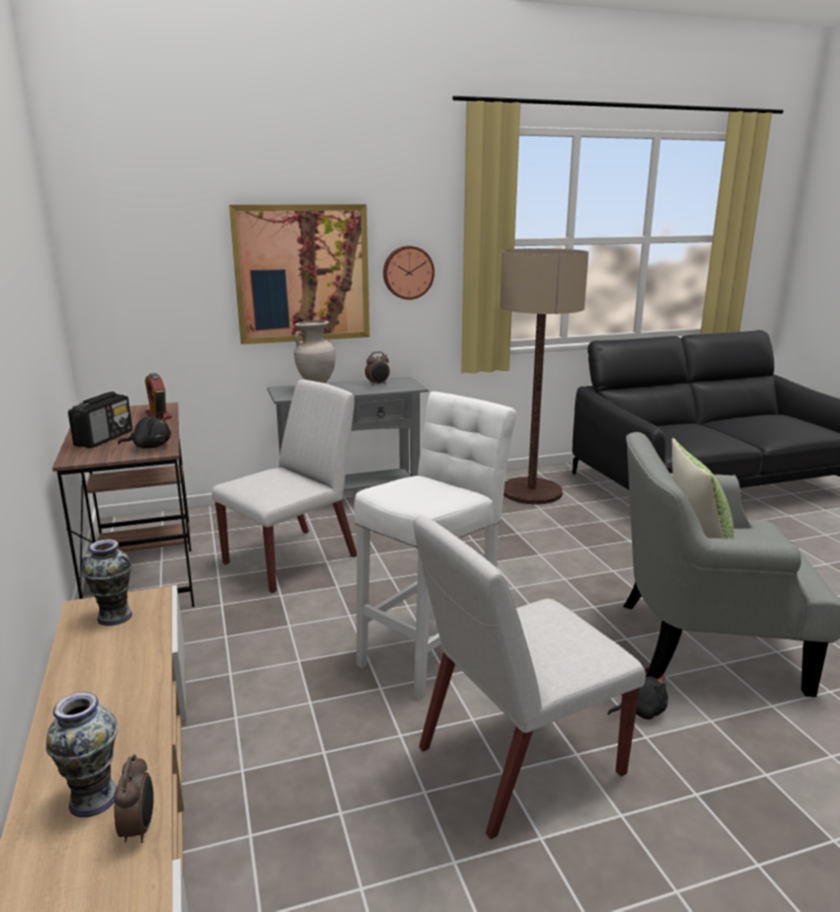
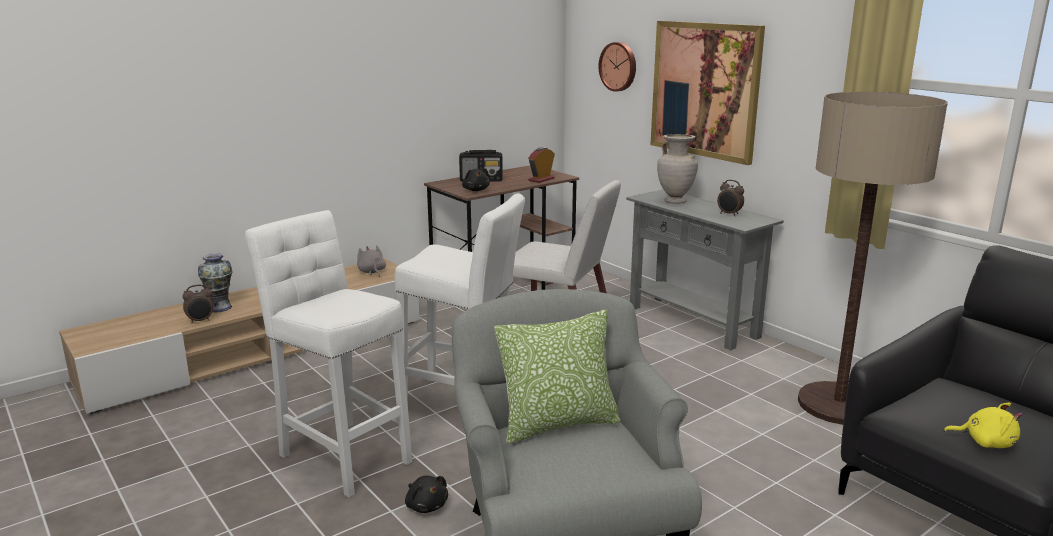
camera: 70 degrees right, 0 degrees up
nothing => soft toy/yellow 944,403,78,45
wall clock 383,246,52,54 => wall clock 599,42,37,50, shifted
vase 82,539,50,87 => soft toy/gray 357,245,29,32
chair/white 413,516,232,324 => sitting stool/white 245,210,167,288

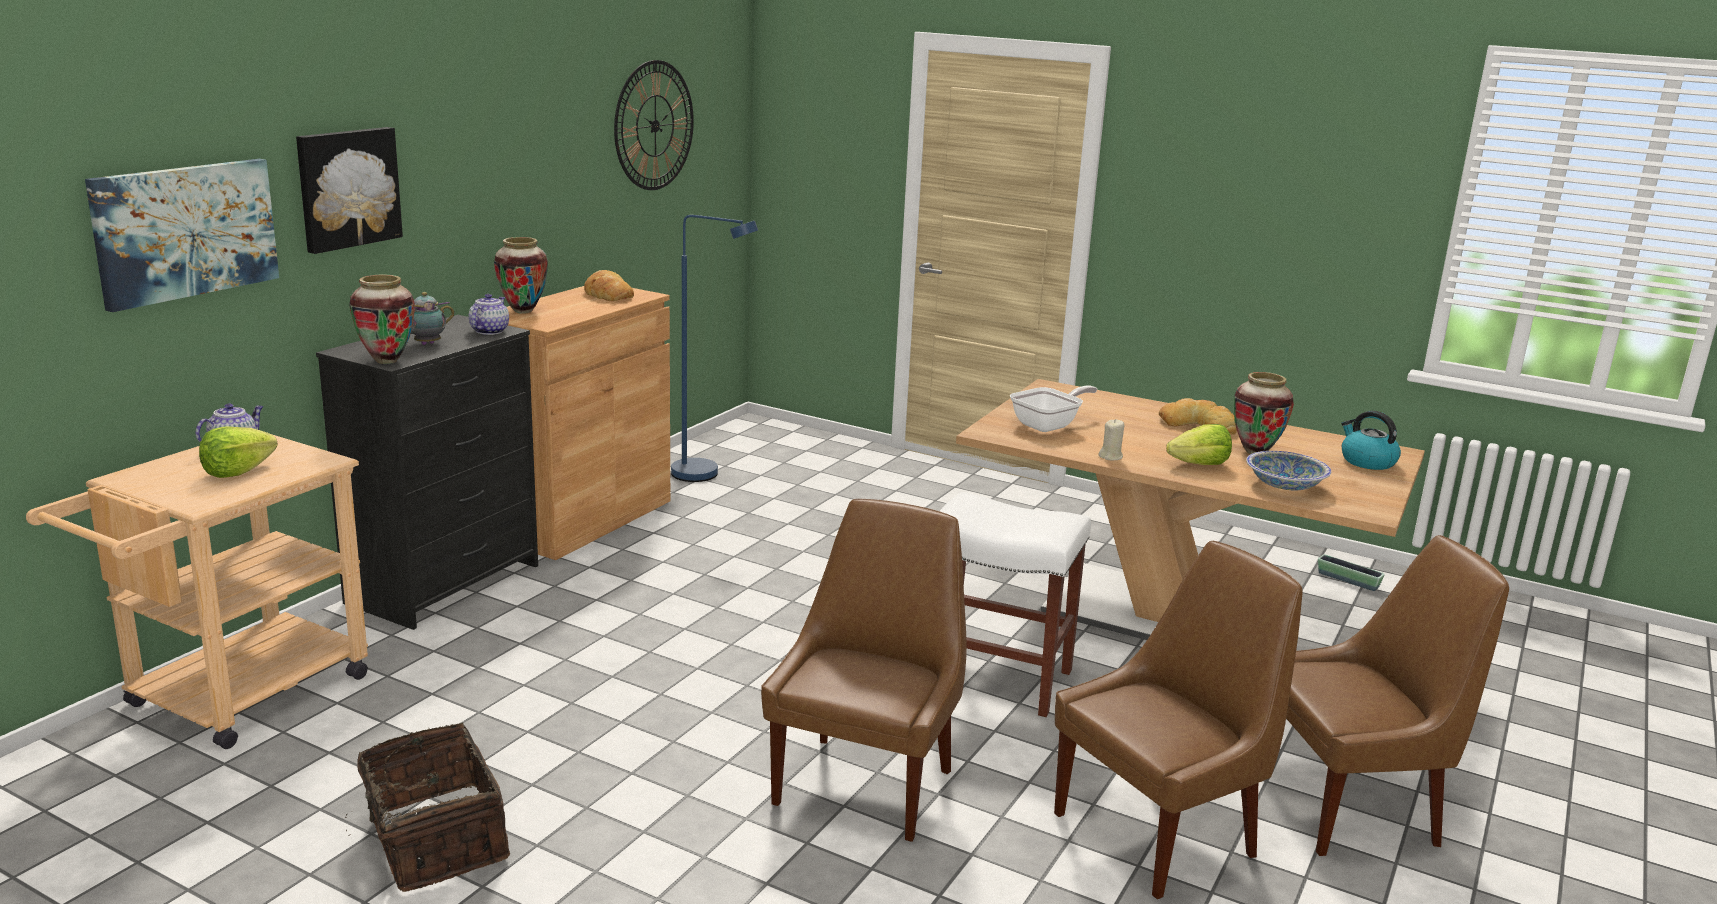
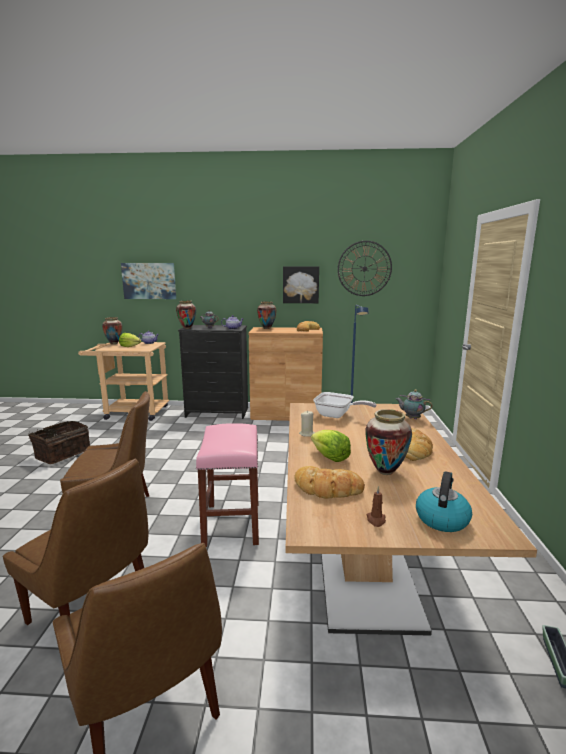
camera: 65 degrees right, 5 degrees down
nothing => vase 102,317,20,27
nothing => wax candle/brownish 366,486,20,41
nothing => teapot 396,389,37,30
wall picture 296,127,107,127 => wall picture 283,266,36,37, shifted
bowl 1246,451,85,39 => bakery bread 294,466,71,33
sitting stool/white 940,492,151,225 => sitting stool/pinkish 196,423,63,124

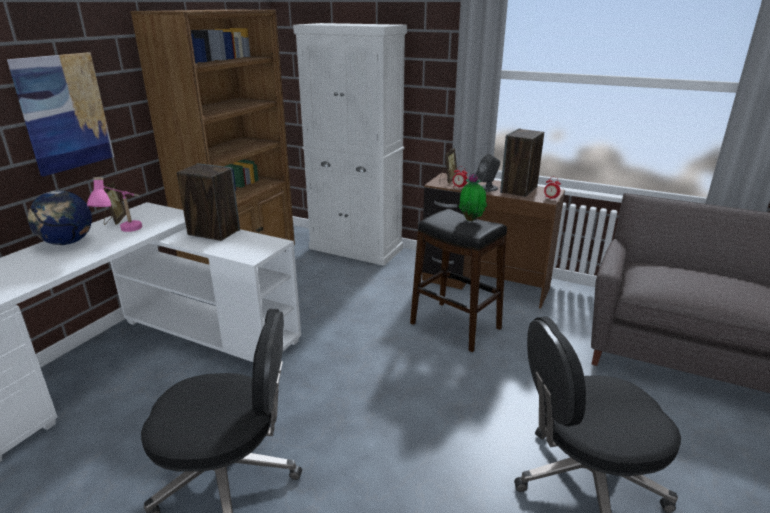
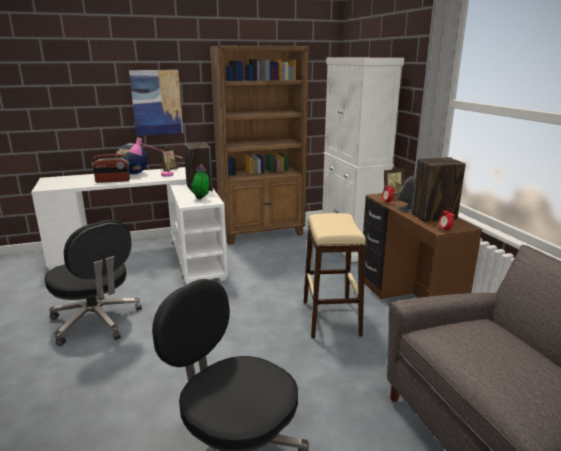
camera: 45 degrees right, 5 degrees down
nothing => radio 92,154,38,29
plant in a pot 459,173,28,48 => plant in a pot 191,164,18,36, shifted
sitting stool/blackish 410,209,97,143 => sitting stool/beige-coloured 304,213,62,125

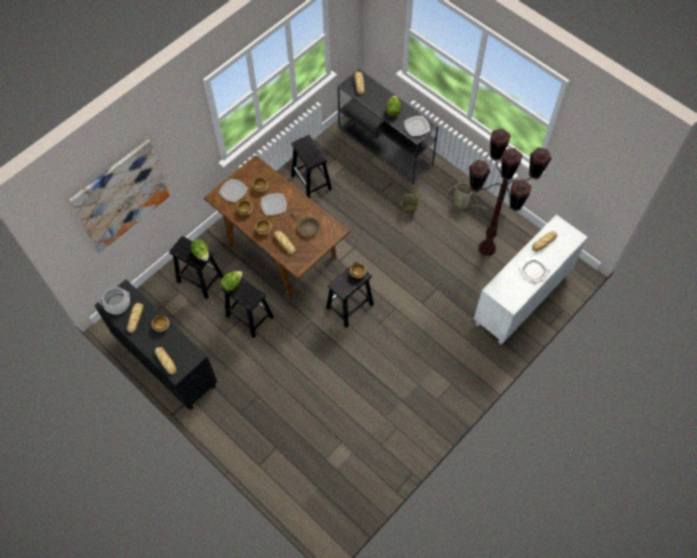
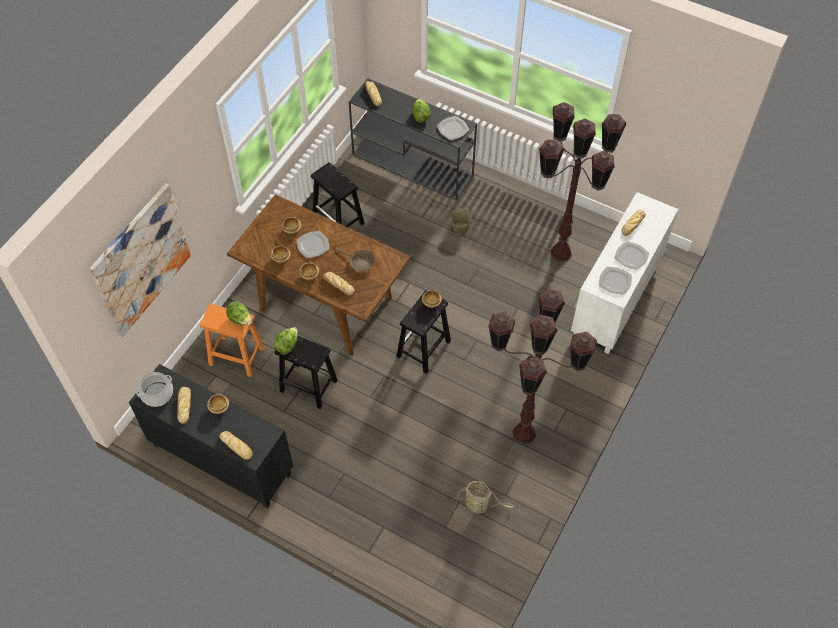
camera: 15 degrees left, 5 degrees down
nothing => standing lamp/brownish 488,288,109,156
flat dish 219,178,29,25 => flat dish 599,267,33,27, shifted
storage basket 443,183,43,26 => storage basket 452,481,62,32, shifted
sitting stool/blackish 169,236,55,63 => sitting stool/orangey 200,304,65,73

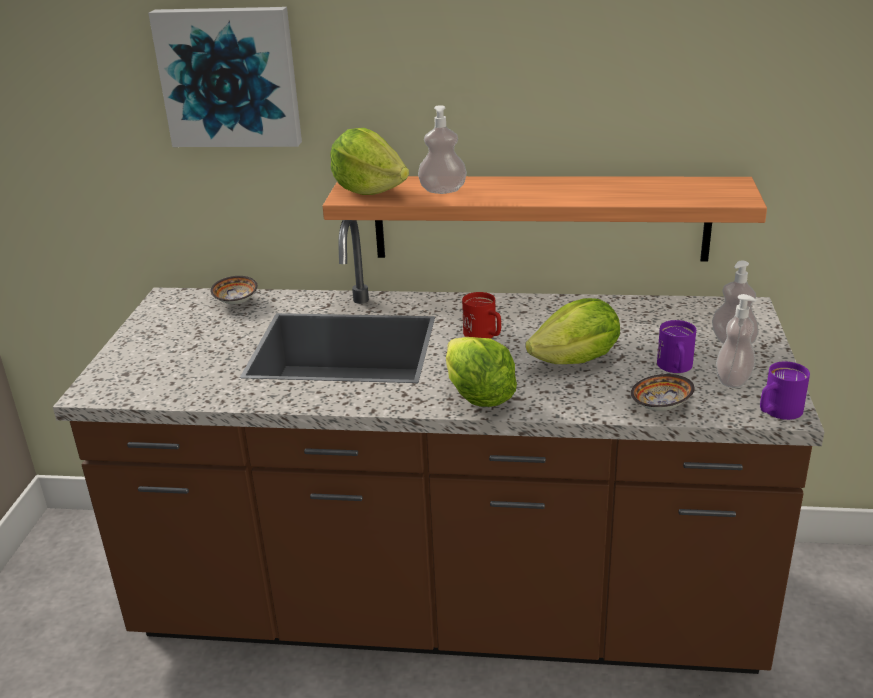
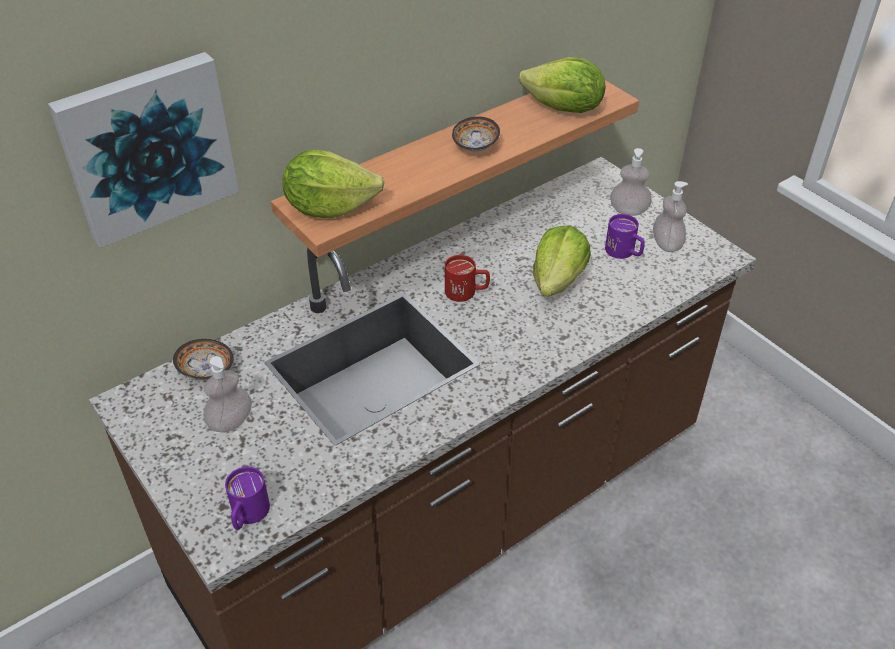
camera: 45 degrees left, 15 degrees up
soap bottle 418,105,49,89 => soap bottle 203,356,49,77, shifted
head of lettuce 446,337,71,70 => head of lettuce 519,57,87,56, shifted
bowl 631,374,64,37 => bowl 452,116,48,35, shifted
tea mug/purplish 760,361,50,59 => tea mug/purplish 225,467,45,63, shifted

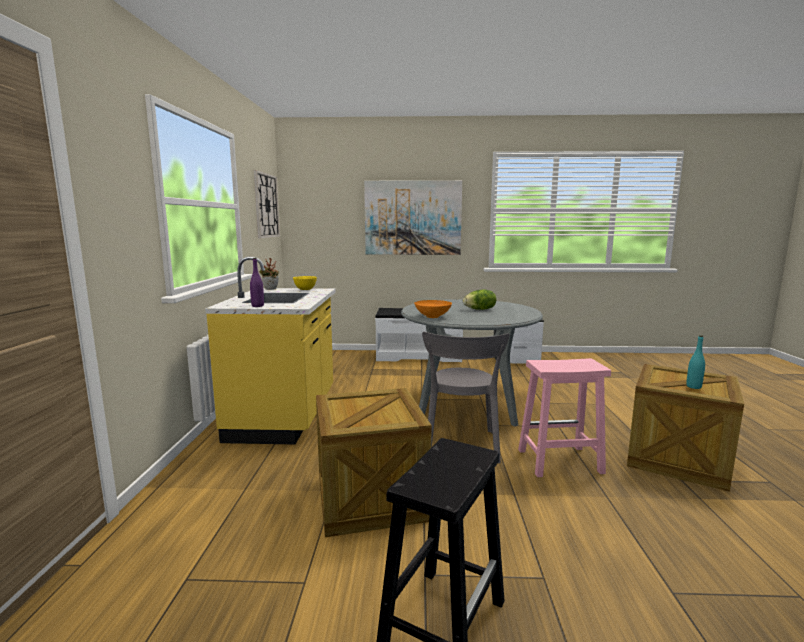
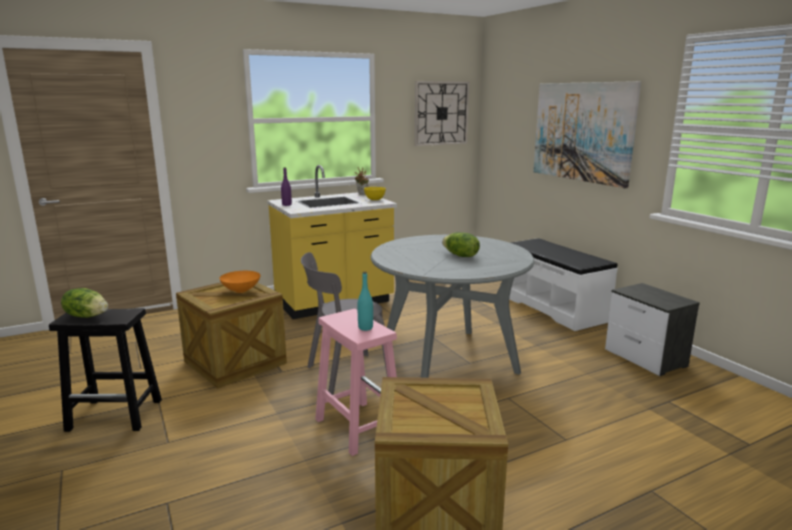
camera: 60 degrees right, 5 degrees up
nothing => head of lettuce 61,288,47,30
bowl/orangey 414,300,38,18 => bowl/orangey 219,271,42,22, shifted
beverage bottle/blue-green 686,335,19,54 => beverage bottle/blue-green 357,272,16,59, shifted

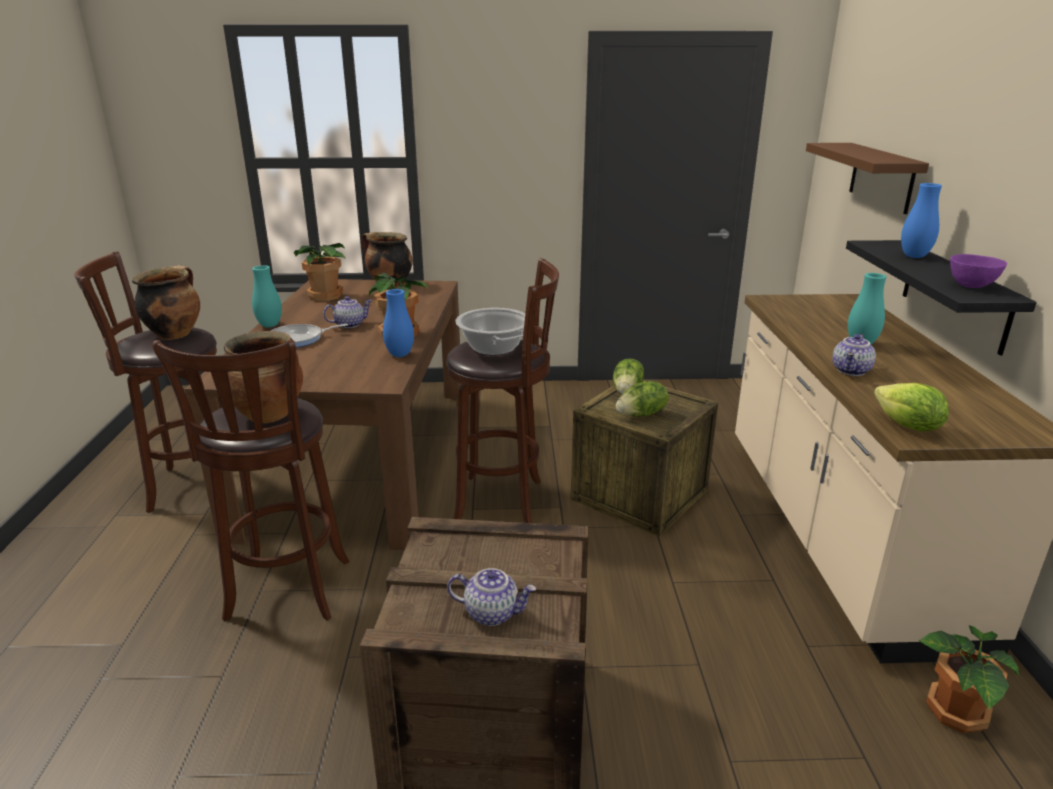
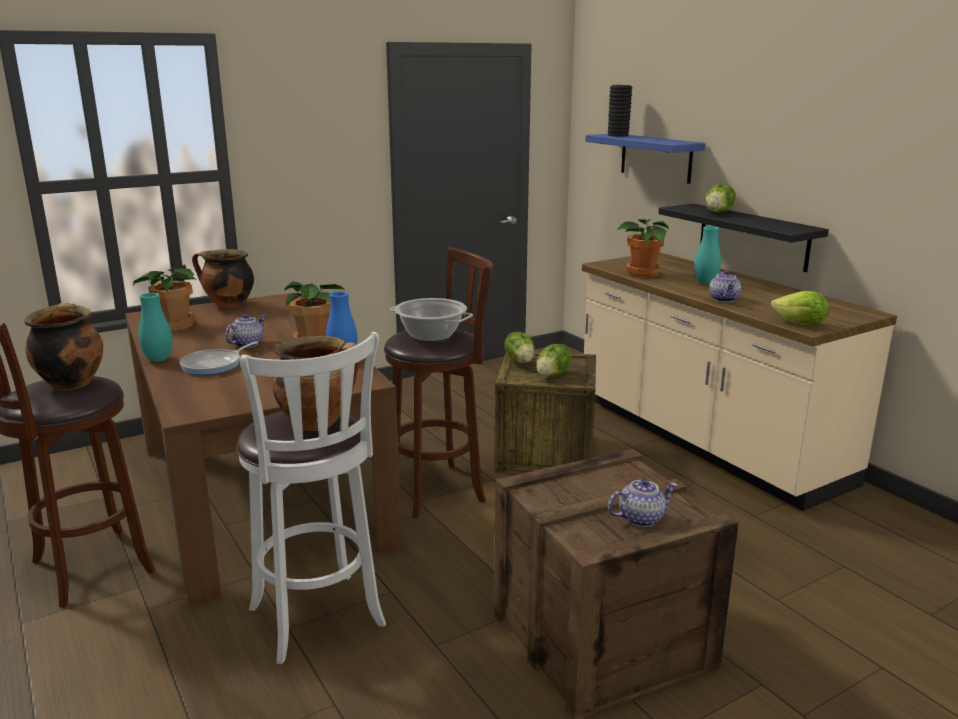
camera: 30 degrees left, 5 degrees down
bowl/purplish 950,254,57,34 => nothing
nothing => vase/blackish 608,85,24,52
plant in a pot 919,625,100,108 => plant in a pot 616,219,53,59, shifted
vase/blue-coloured 901,183,41,75 => head of lettuce 705,184,31,29
sitting stool/brownish 152,339,197,283 => sitting stool/white 236,332,150,332
bracket shelf/brownish 806,143,123,71 => bracket shelf/blue-coloured 585,134,120,50

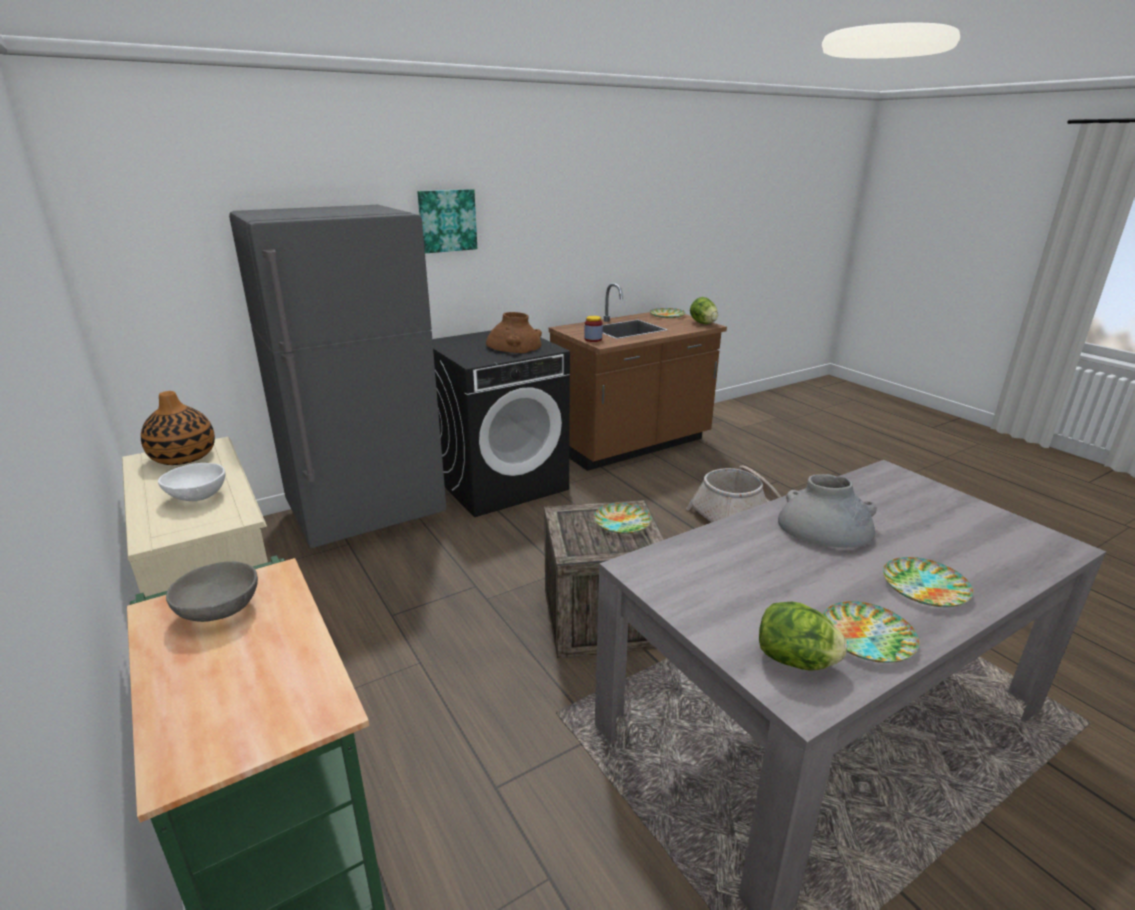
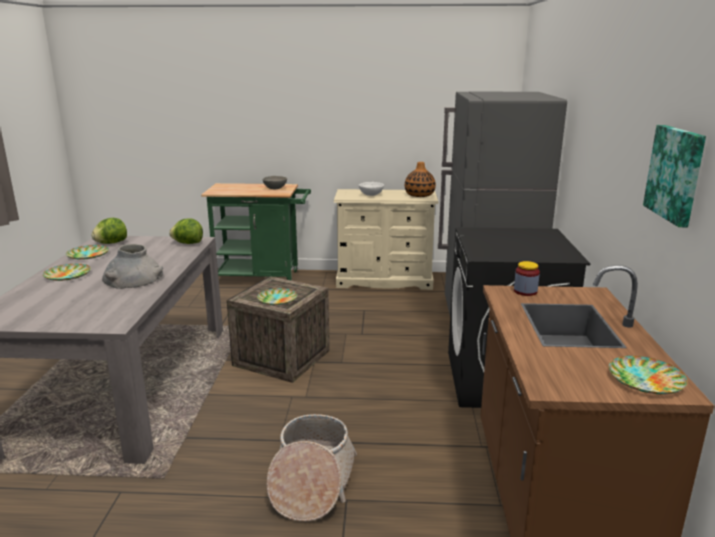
camera: 125 degrees right, 5 degrees down
vase/brownish 486,312,56,41 => nothing
wall picture 417,189,60,64 => wall picture 643,125,63,102, shifted
head of lettuce 690,297,28,27 => head of lettuce 169,218,34,26, shifted

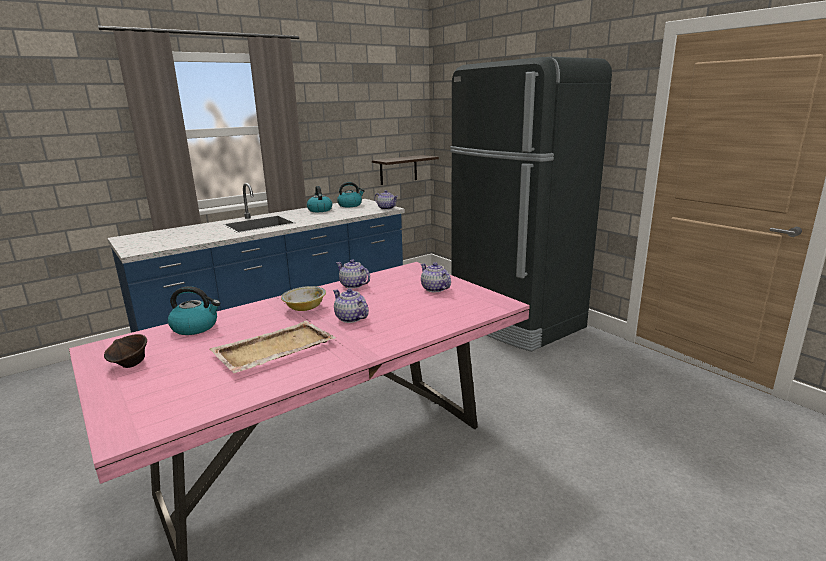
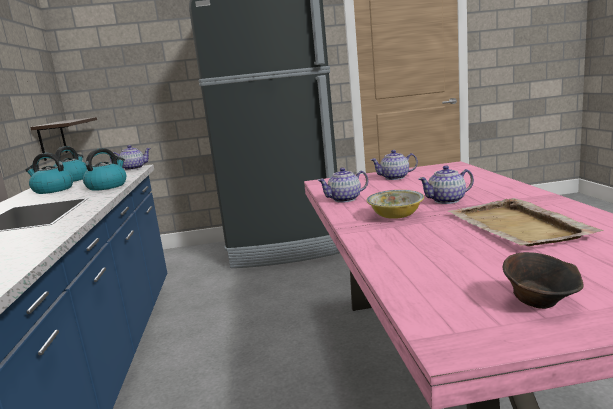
camera: 60 degrees left, 5 degrees down
kettle 168,286,52,49 => kettle 83,148,43,43, shifted

